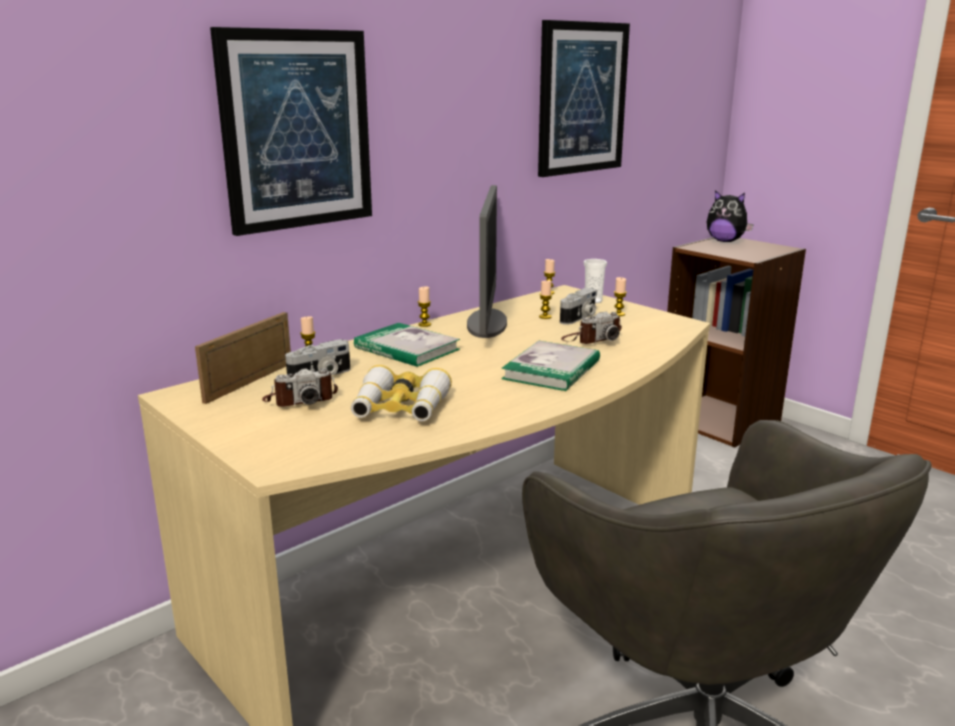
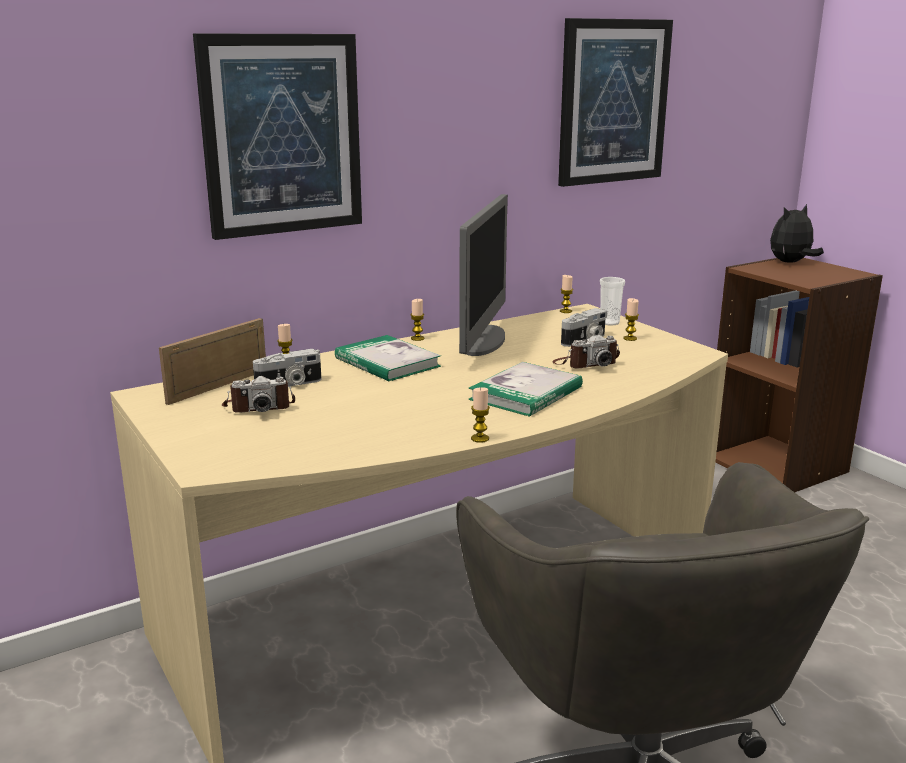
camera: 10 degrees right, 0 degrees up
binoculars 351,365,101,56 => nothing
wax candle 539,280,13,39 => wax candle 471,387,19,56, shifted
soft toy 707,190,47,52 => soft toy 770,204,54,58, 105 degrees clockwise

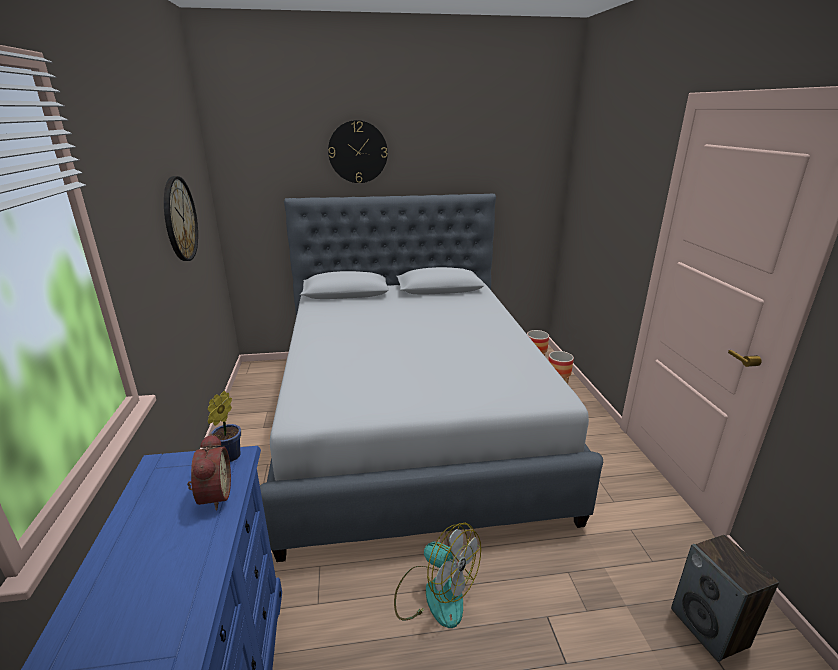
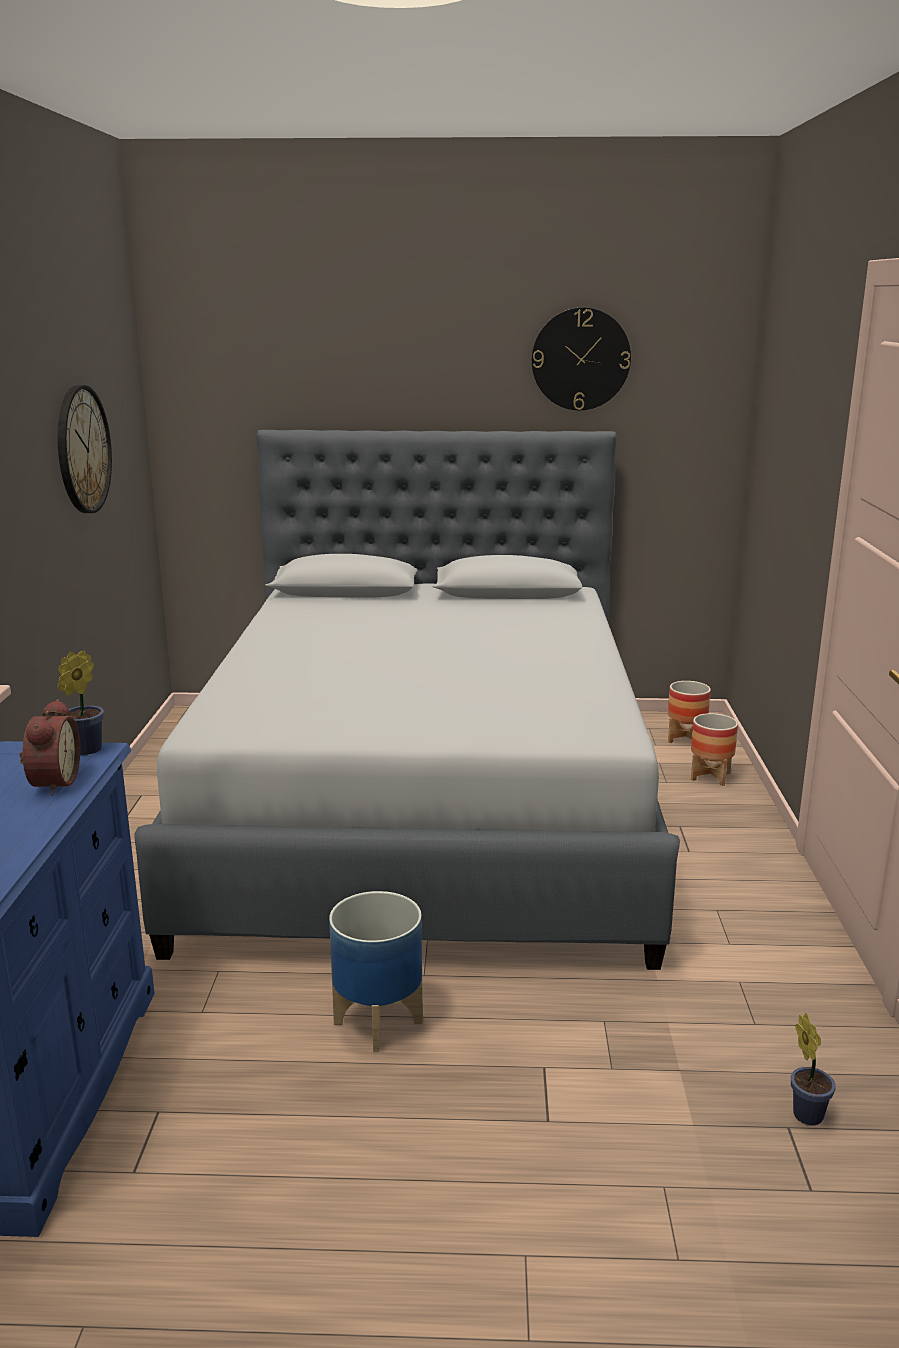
camera: 10 degrees right, 5 degrees down
wall clock 328,120,60,63 => wall clock 532,308,99,102, shifted
cooling fan 394,523,87,105 => planter 329,891,94,161
loudspeaker 671,535,108,127 => plant in a pot 791,1013,44,112

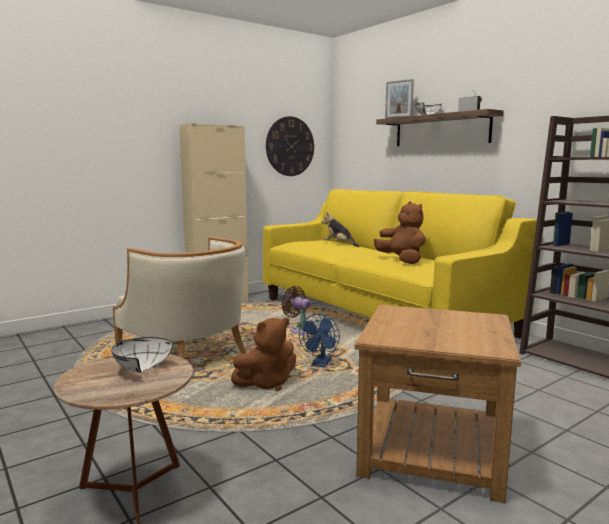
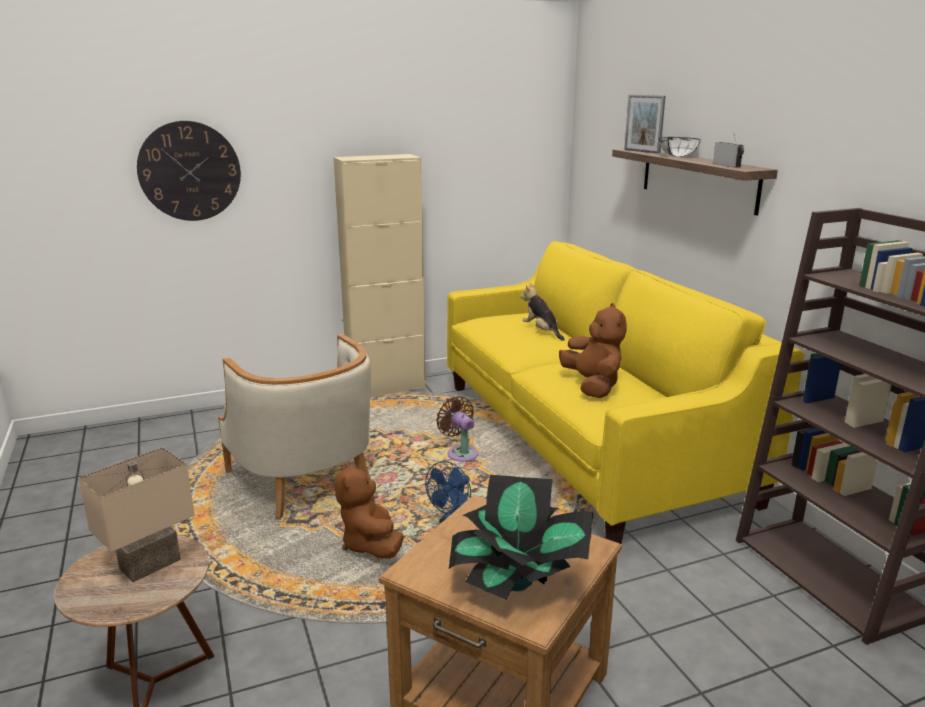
camera: 15 degrees right, 10 degrees up
nothing => plant in a pot 449,475,144,125
wall clock 266,116,48,60 => wall clock 137,121,104,100, shifted
bowl/white 112,337,61,36 => tabletop lamp/beige-coloured 78,447,117,135
soft toy/brownish 231,318,65,73 => soft toy/brownish 335,463,69,96, 90 degrees clockwise

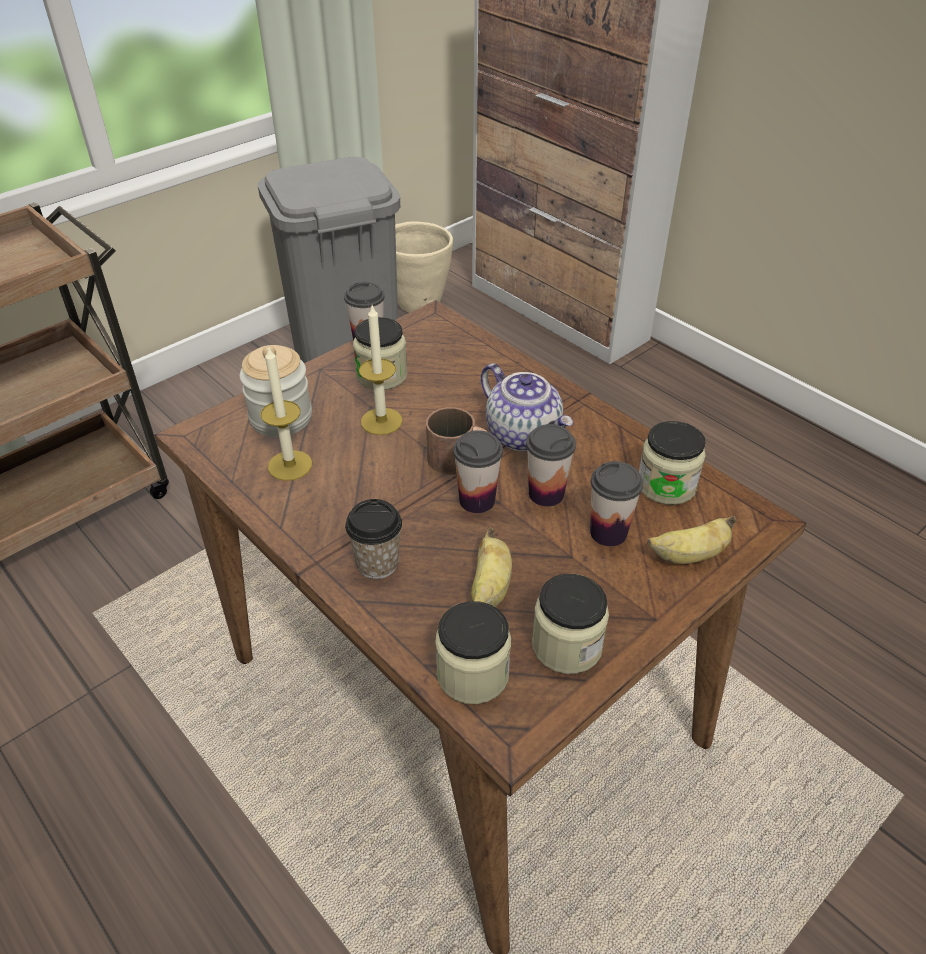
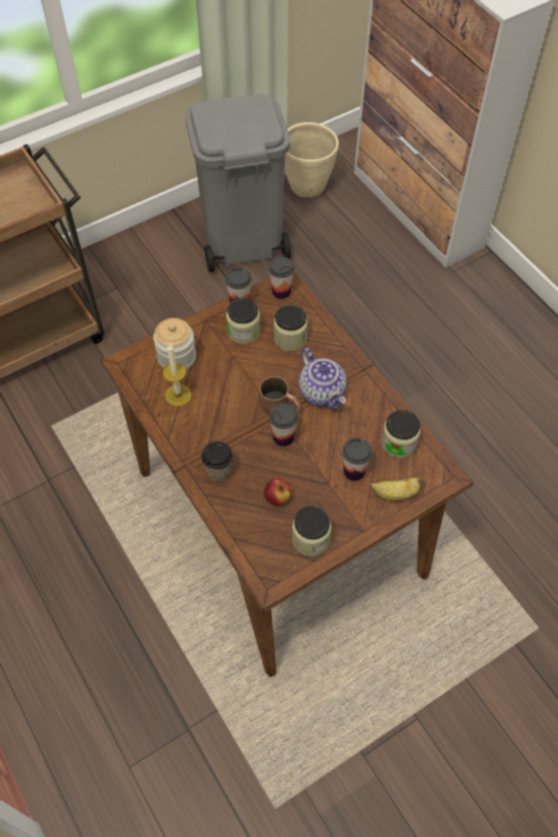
camera: 10 degrees right, 15 degrees up
wax candle 359,306,44,129 => nothing
preserve jar 435,601,76,103 => preserve jar 274,305,34,46, shifted
drinking cup 526,424,50,83 => drinking cup 268,256,26,43, shifted
banana 471,527,41,80 => whole apple 264,478,27,27

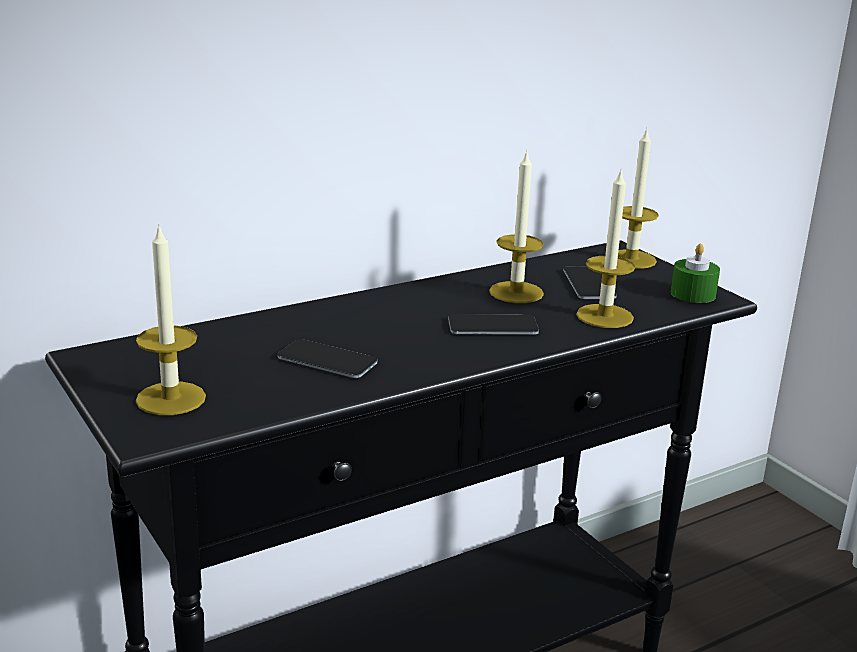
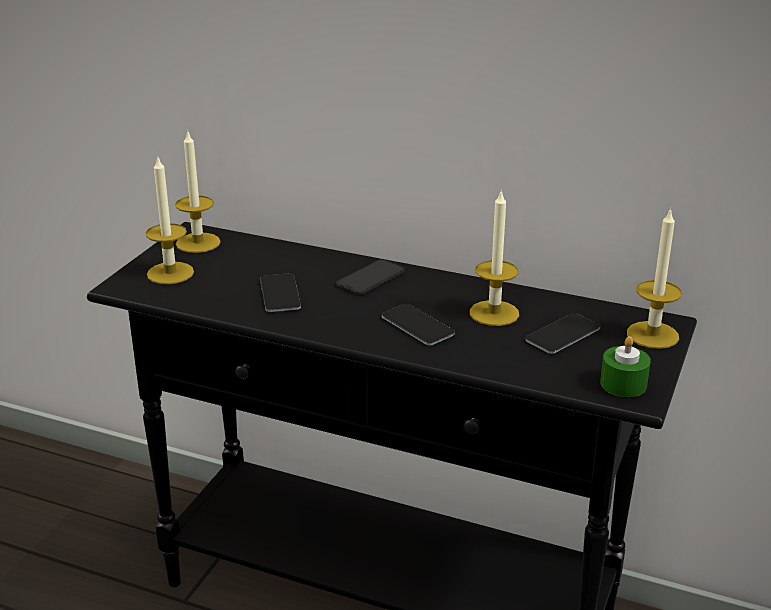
camera: 55 degrees right, 5 degrees up
nothing => handset 336,259,69,36
wax candle 576,168,60,160 => wax candle 175,130,46,123, shifted

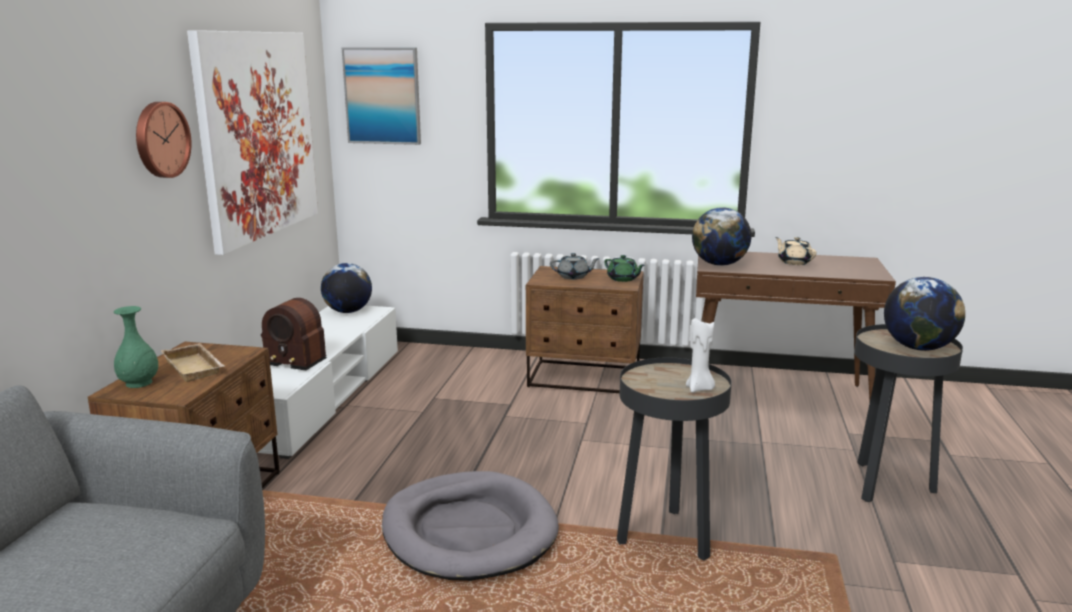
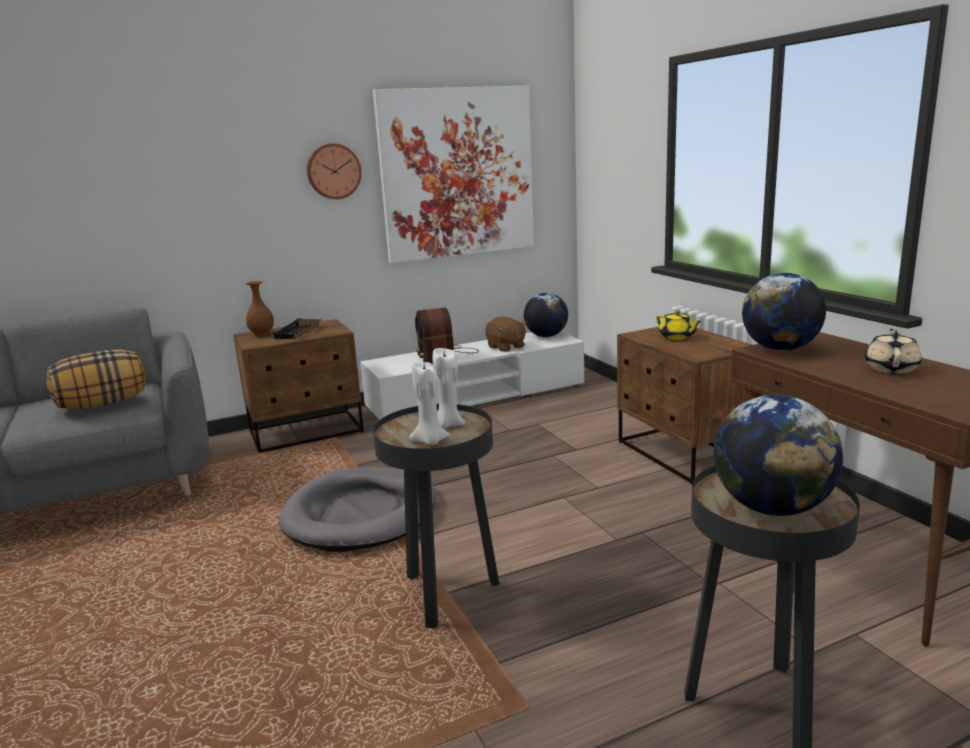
camera: 55 degrees right, 0 degrees up
wall picture 342,48,79,97 => nothing
teapot/green 604,255,41,27 => nothing
nothing => pillow 47,349,98,60
nothing => wax candle/white 433,348,32,80
nothing => soft toy/brownish 485,317,41,35
vase/green 114,306,44,82 => vase/brownish 246,281,28,55
carrying tray/beige-coloured 161,343,64,39 => carrying tray/blackish 272,318,50,21
teapot/gray 550,253,50,27 => teapot/yellow 656,310,45,30

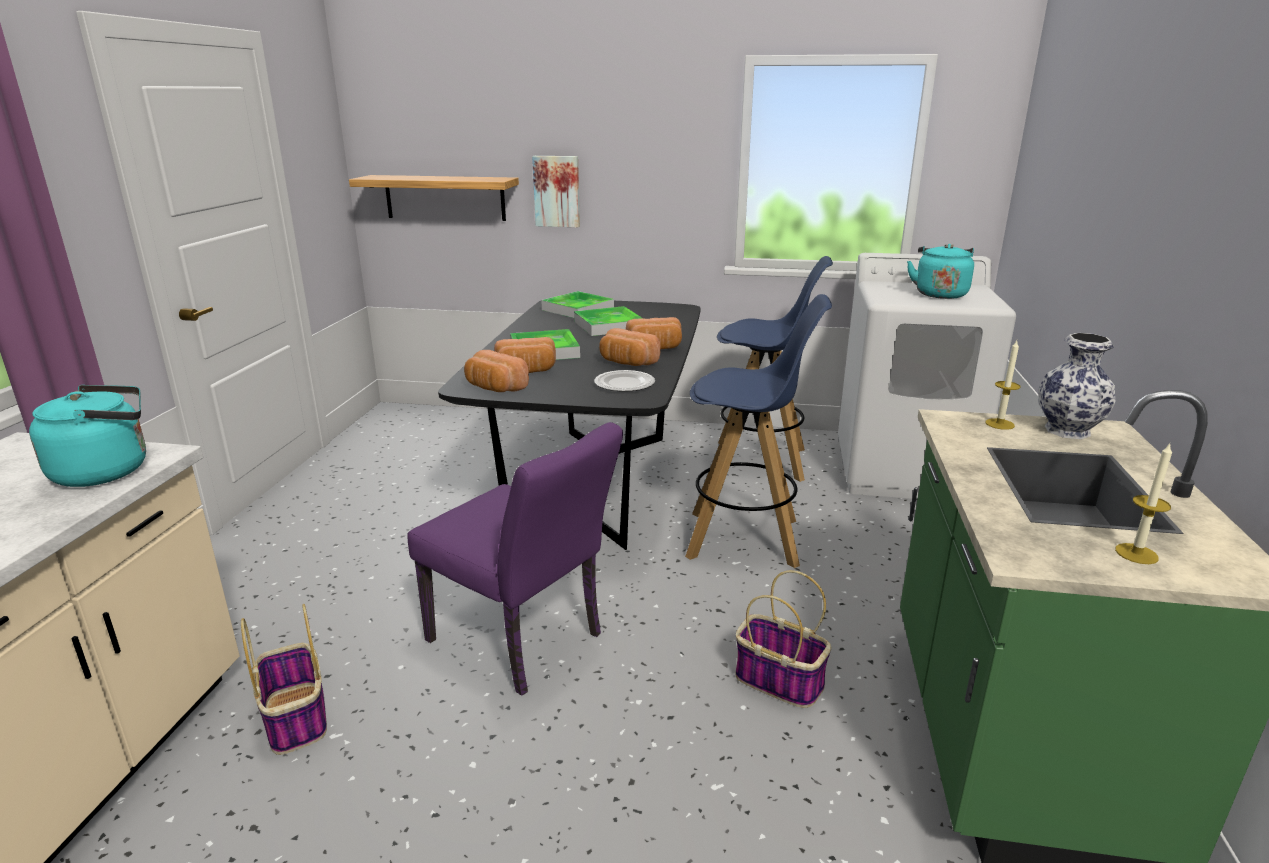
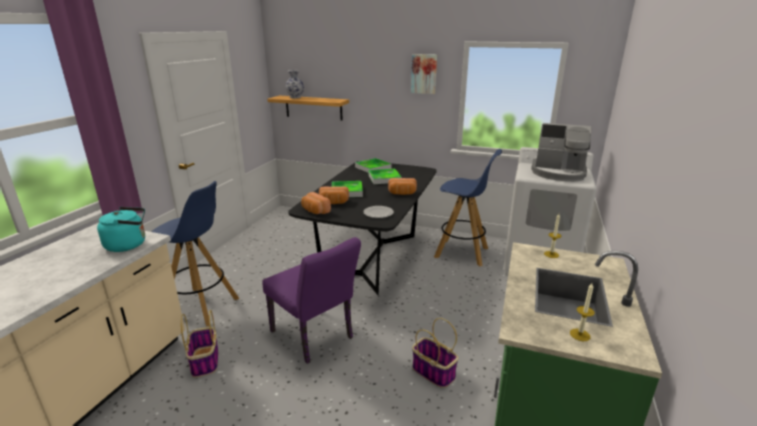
camera: 10 degrees right, 0 degrees up
bakery bread 599,328,62,38 => nothing
wall picture 532,156,48,71 => wall picture 411,54,26,40, shifted
sitting stool/blue-coloured 685,294,147,274 => sitting stool/blue-coloured 152,181,87,146, shifted
vase 1039,333,76,106 => vase 285,70,19,28, shifted
kettle/blue-green 907,244,67,55 => coffee brewer 531,123,60,59

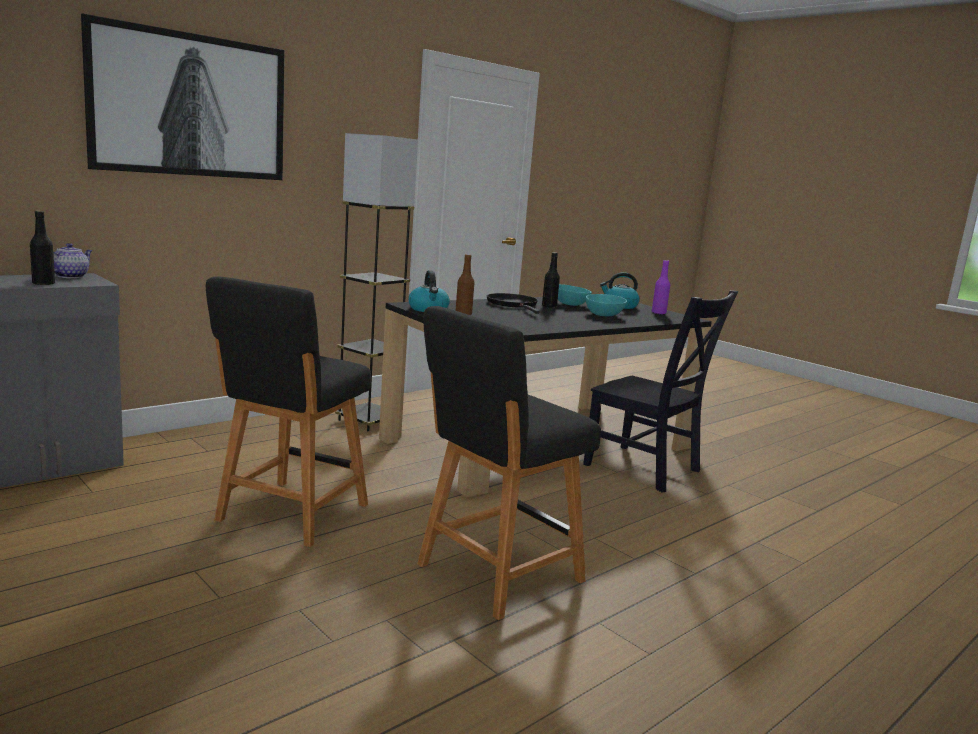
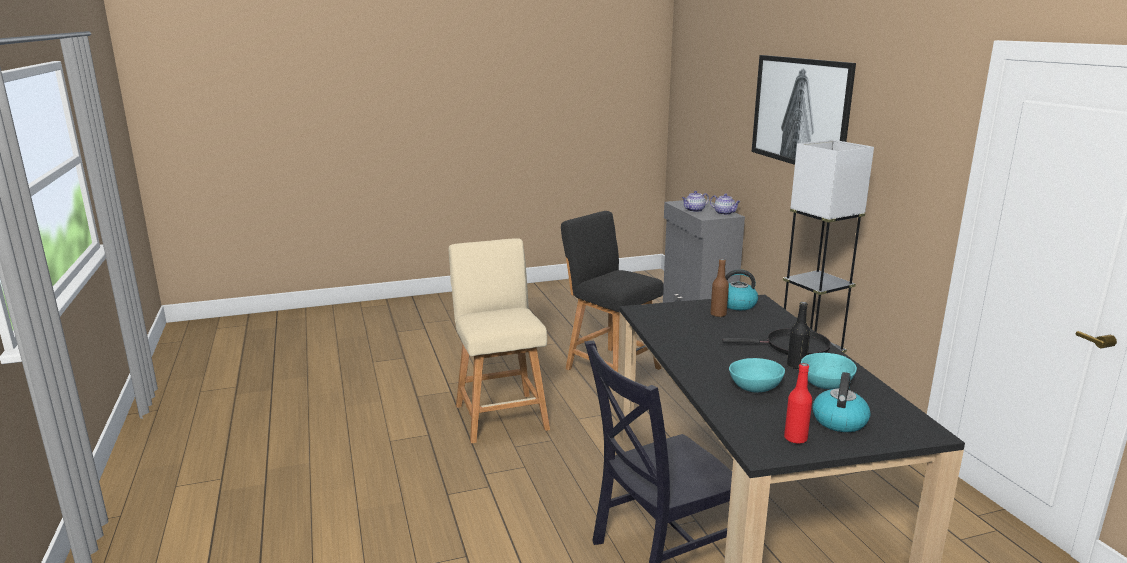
camera: 115 degrees right, 5 degrees up
beverage bottle/blackish 30,211,25,74 => teapot 682,191,27,21
sitting stool/blackish 417,306,184,314 => sitting stool/beige-coloured 448,238,102,205
beverage bottle/purplish 652,260,18,54 => beverage bottle/red 784,363,28,81

